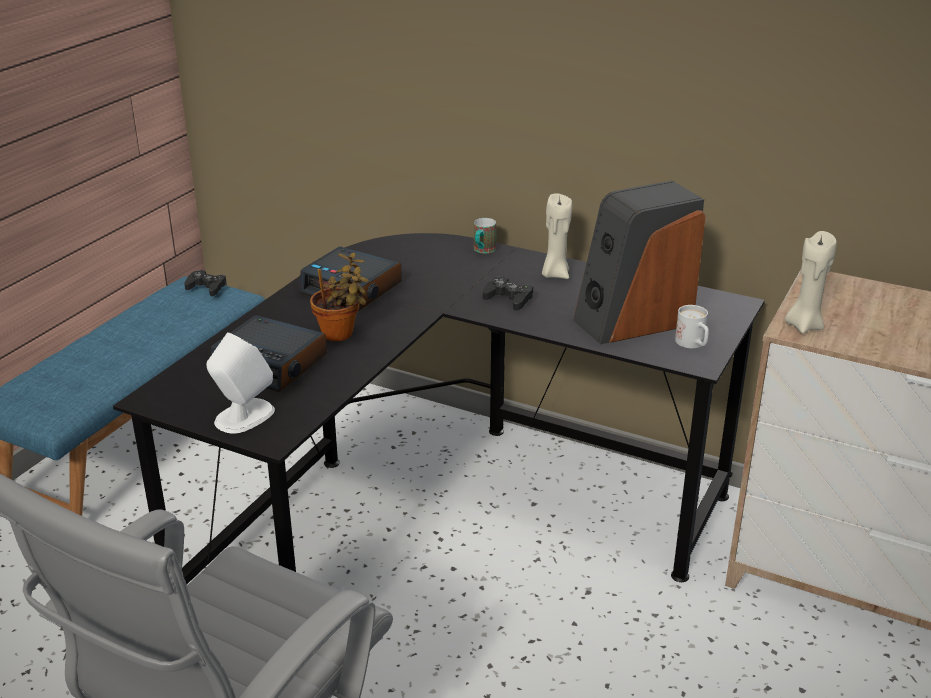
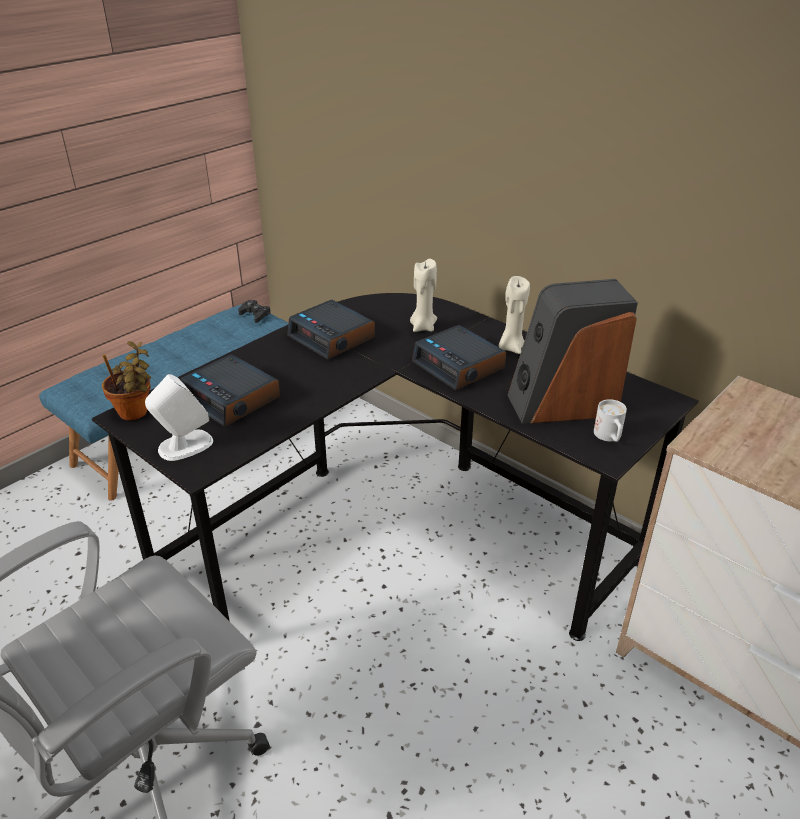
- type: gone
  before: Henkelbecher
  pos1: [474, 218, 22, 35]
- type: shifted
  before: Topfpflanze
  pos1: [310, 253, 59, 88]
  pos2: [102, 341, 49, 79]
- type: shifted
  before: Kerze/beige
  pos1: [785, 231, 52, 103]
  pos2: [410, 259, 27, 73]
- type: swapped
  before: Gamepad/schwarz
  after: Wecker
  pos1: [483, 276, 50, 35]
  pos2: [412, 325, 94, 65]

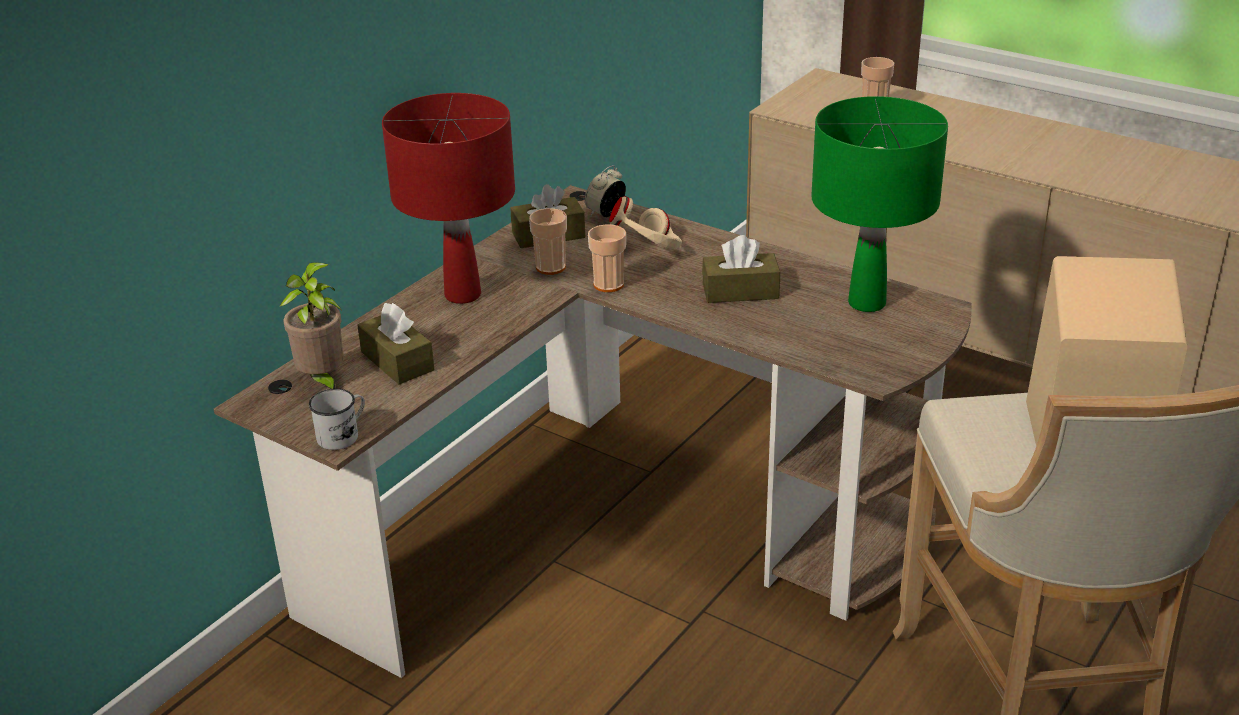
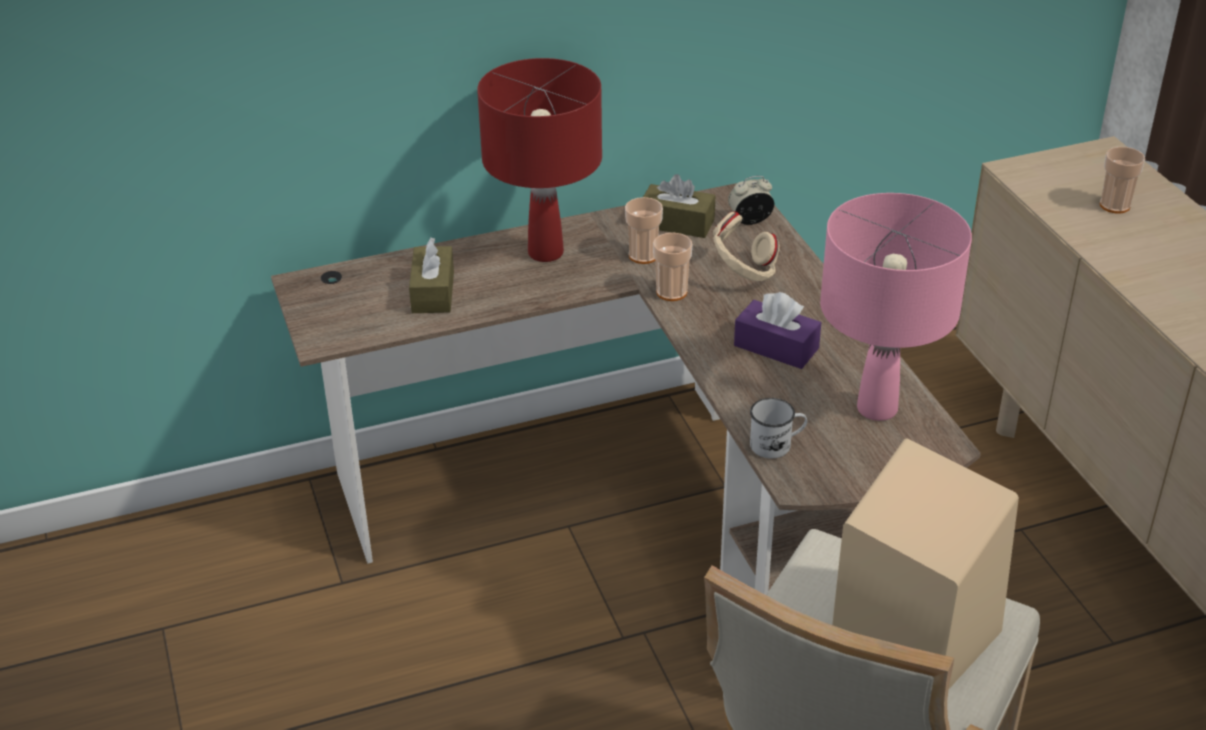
- type: gone
  before: Topfpflanze
  pos1: [280, 262, 64, 127]
- type: shifted
  before: Henkelbecher/weiß
  pos1: [309, 389, 56, 61]
  pos2: [750, 398, 57, 60]
- type: repainted
  before: Taschentuchbox/braun
  after: Taschentuchbox/lila
  pos1: [702, 235, 78, 68]
  pos2: [734, 292, 87, 77]
- type: repainted
  before: Tischlampe/grün
  after: Tischlampe/rosa
  pos1: [811, 96, 137, 216]
  pos2: [820, 193, 152, 228]

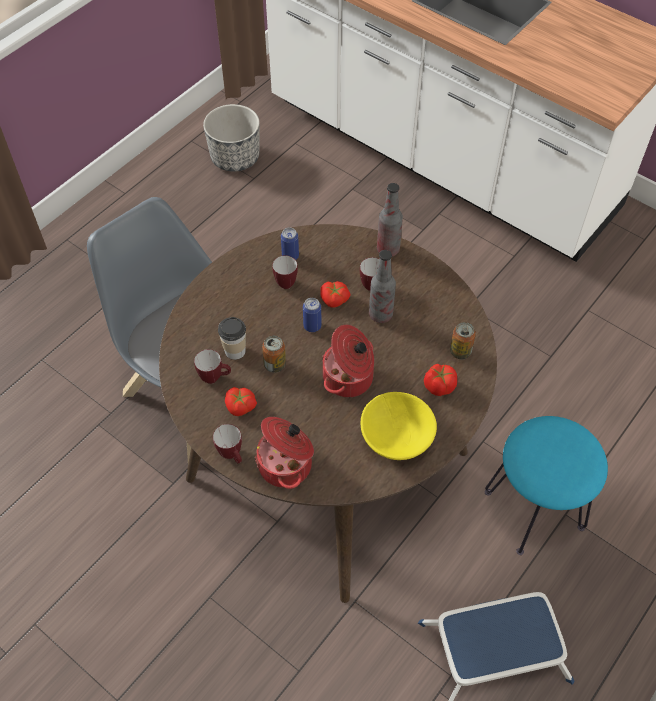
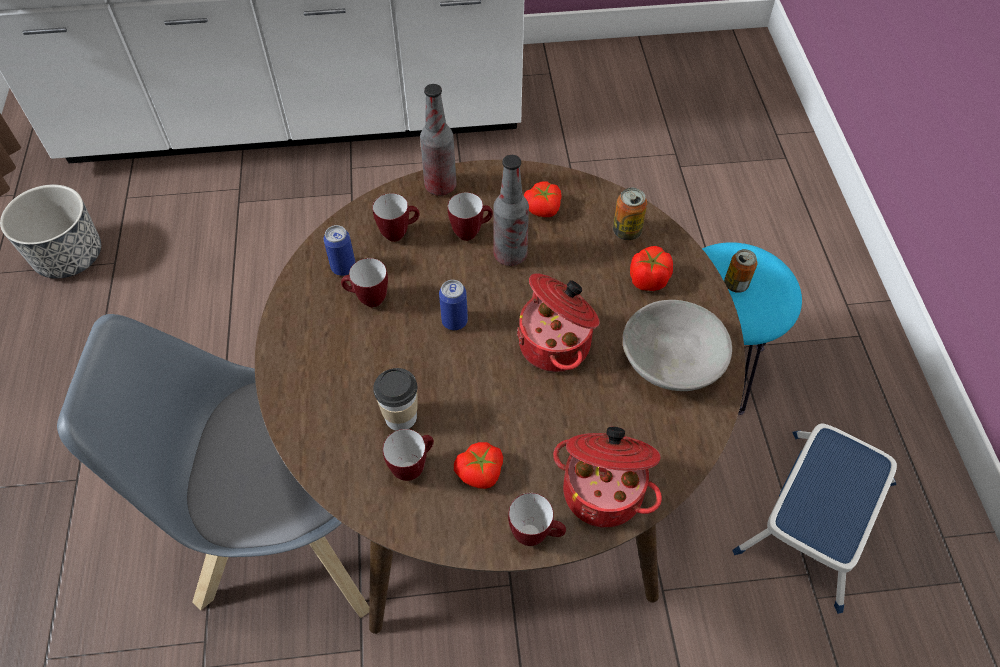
- type: new
  after: Henkelbecher
  pos2: [373, 193, 47, 49]
- type: shifted
  before: Dose
  pos1: [262, 336, 24, 37]
  pos2: [724, 249, 33, 44]
- type: shifted
  before: Tomate
  pos1: [320, 281, 31, 27]
  pos2: [524, 181, 37, 36]
- type: repainted
  before: Schüssel/gelb
  after: Schüssel/grau
  pos1: [361, 392, 76, 68]
  pos2: [623, 300, 109, 91]

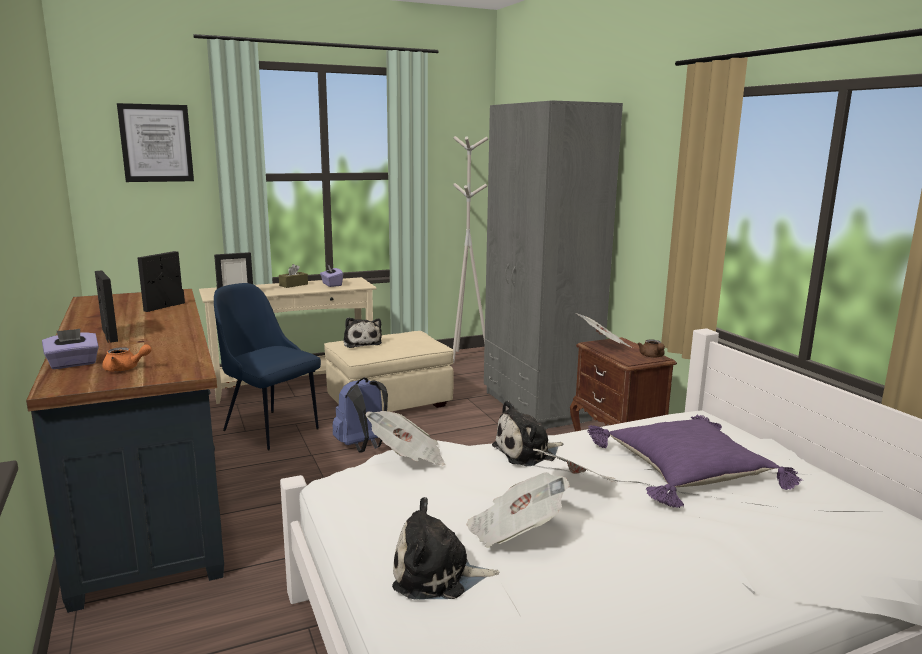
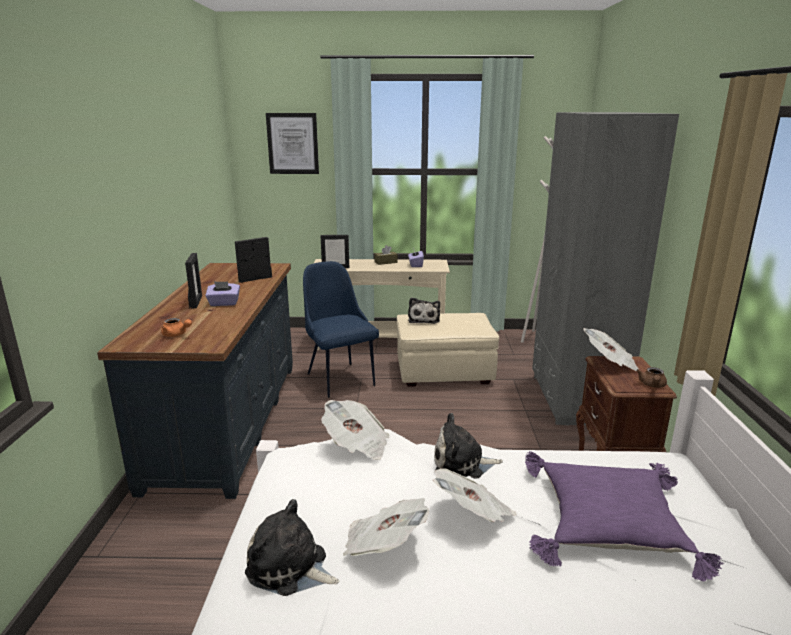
- type: gone
  before: Rucksack/blau
  pos1: [333, 378, 55, 75]
- type: shifted
  before: Taschentuchbox/lila
  pos1: [42, 329, 57, 40]
  pos2: [205, 281, 35, 25]

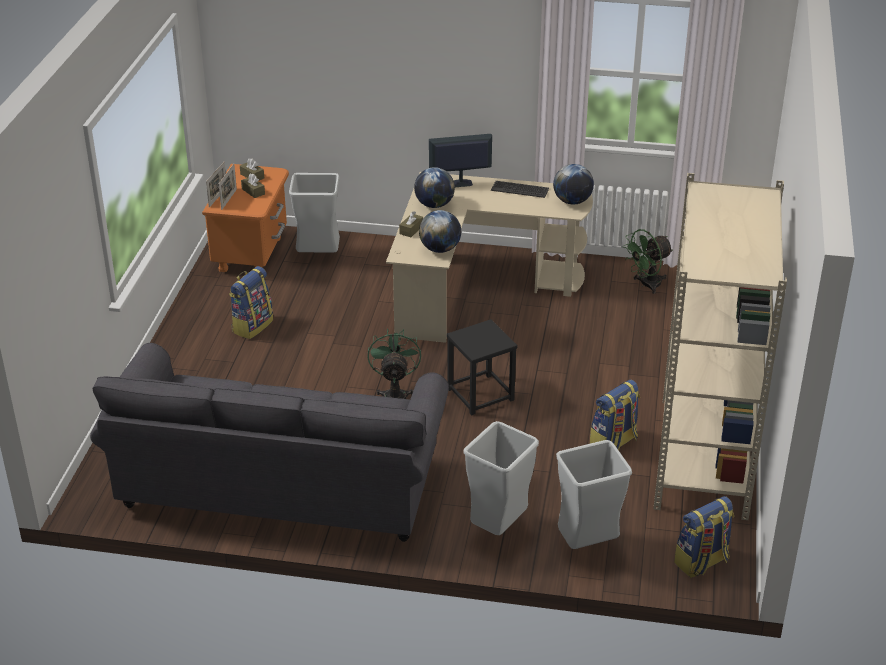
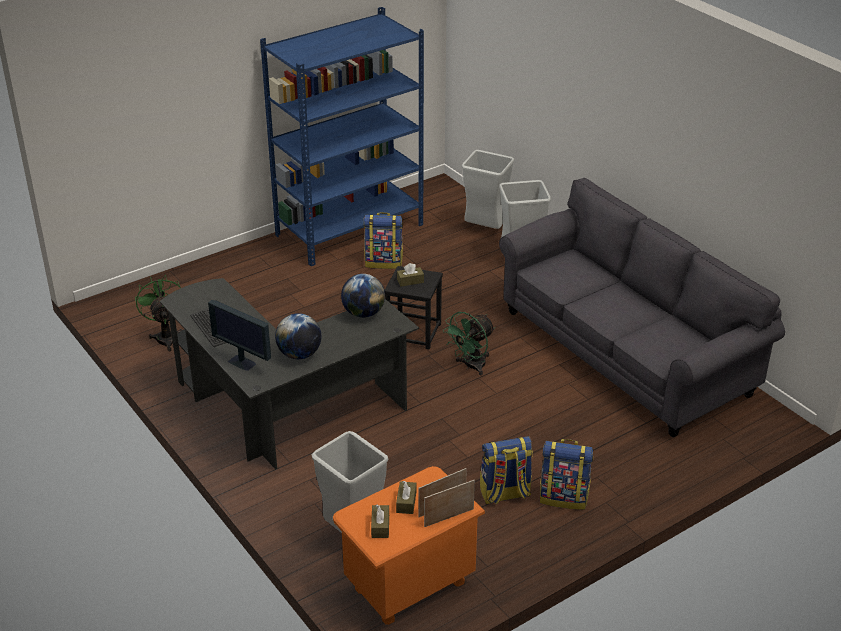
- type: gone
  before: Globus
  pos1: [553, 164, 41, 41]
- type: shifted
  before: Taschentuchbox/braun
  pos1: [399, 211, 24, 26]
  pos2: [397, 263, 27, 23]
- type: shifted
  before: Rucksack
  pos1: [674, 496, 60, 82]
  pos2: [540, 439, 53, 71]
- type: repainted
  before: Schreibtisch/beige
  after: Schreibtisch/schwarz
  pos1: [386, 172, 207, 171]
  pos2: [160, 278, 259, 192]
- type: repainted
  before: Bücherregal/beige
  after: Bücherregal/blau
  pos1: [654, 173, 133, 347]
  pos2: [260, 7, 164, 259]
- type: rotated
  before: Ventilator/grün
  pos1: [623, 229, 50, 65]
  pos2: [135, 275, 47, 76]
  turn: -120

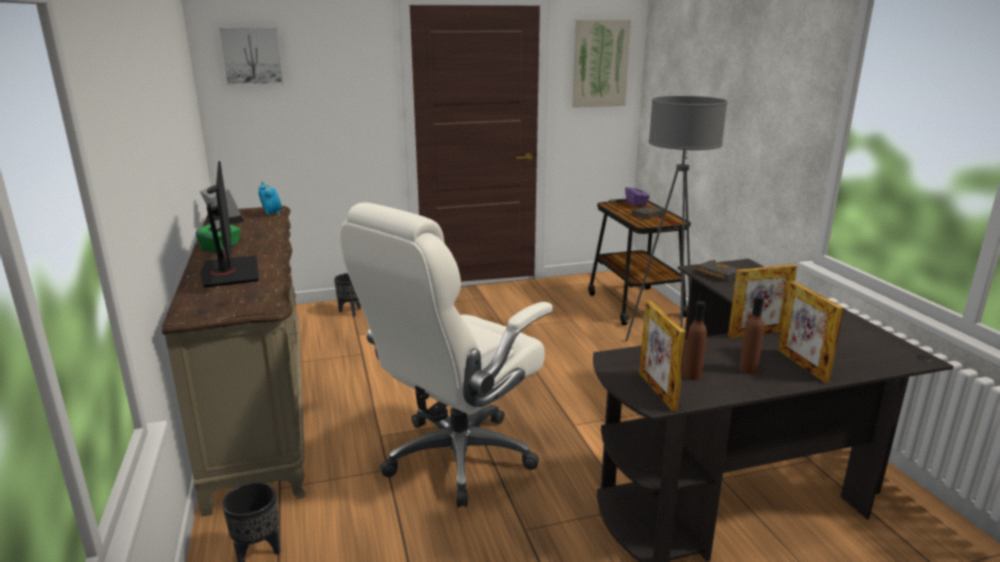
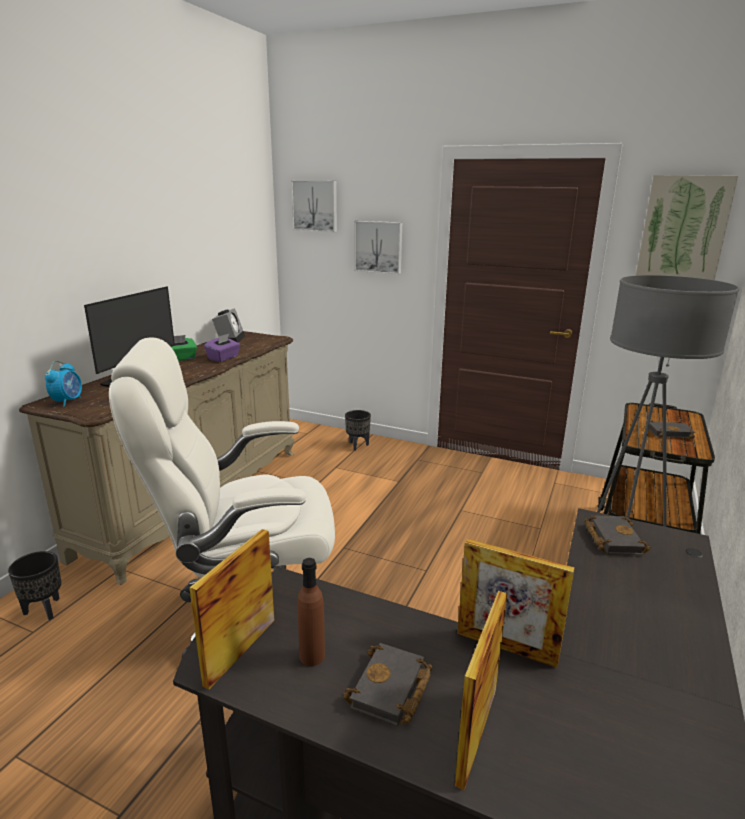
- type: new
  after: Bild
  pos2: [354, 221, 48, 53]
- type: shifted
  before: Wecker
  pos1: [258, 181, 24, 35]
  pos2: [45, 361, 37, 46]
- type: shifted
  before: Taschentuchbox/lila
  pos1: [625, 183, 25, 23]
  pos2: [204, 334, 36, 28]
- type: swapped
  before: Flasche/braun
  after: Buch/schwarz
  pos1: [739, 296, 25, 78]
  pos2: [343, 643, 89, 83]

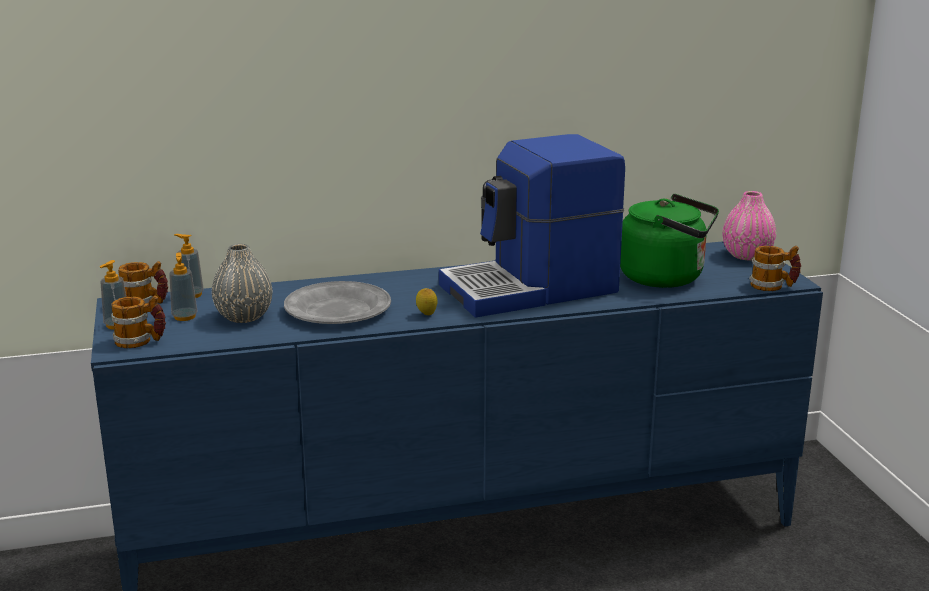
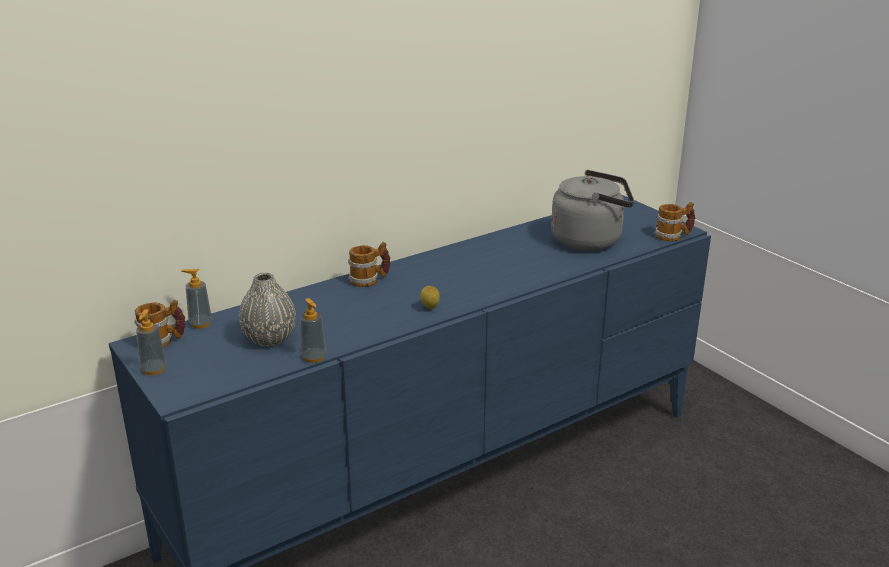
- type: gone
  before: Teller/grau
  pos1: [284, 281, 107, 43]
- type: gone
  before: Kaffeemaschine
  pos1: [439, 134, 186, 184]
- type: gone
  before: Vase/rosa
  pos1: [722, 191, 54, 69]
- type: shifted
  before: Henkelbecher
  pos1: [111, 295, 55, 53]
  pos2: [348, 242, 43, 45]
- type: shifted
  before: Seifenspender
  pos1: [169, 252, 28, 69]
  pos2: [300, 298, 26, 65]
- type: repainted
  before: Wasserkessel/grün
  after: Wasserkessel/grau
  pos1: [620, 194, 99, 94]
  pos2: [551, 170, 83, 81]

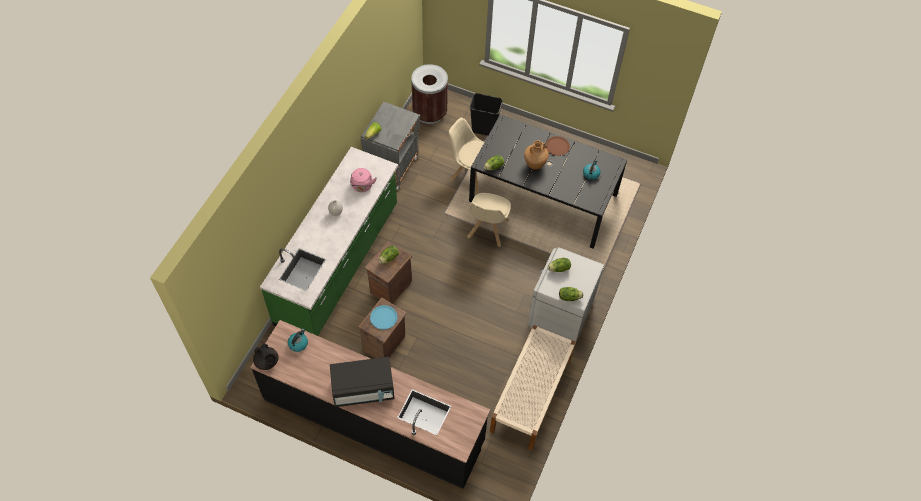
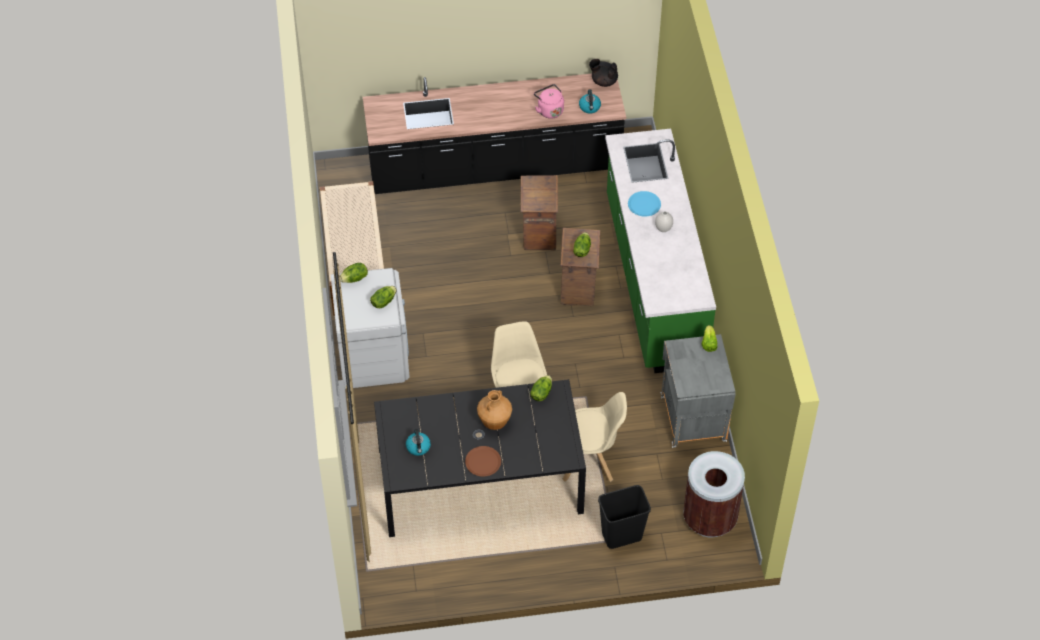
- type: gone
  before: Mikrowelle/schwarz
  pos1: [330, 357, 64, 50]
- type: shifted
  before: Wasserkessel/rosa
  pos1: [350, 168, 27, 24]
  pos2: [534, 84, 30, 35]
- type: shifted
  before: Teller/blau
  pos1: [370, 305, 27, 24]
  pos2: [628, 191, 33, 26]

